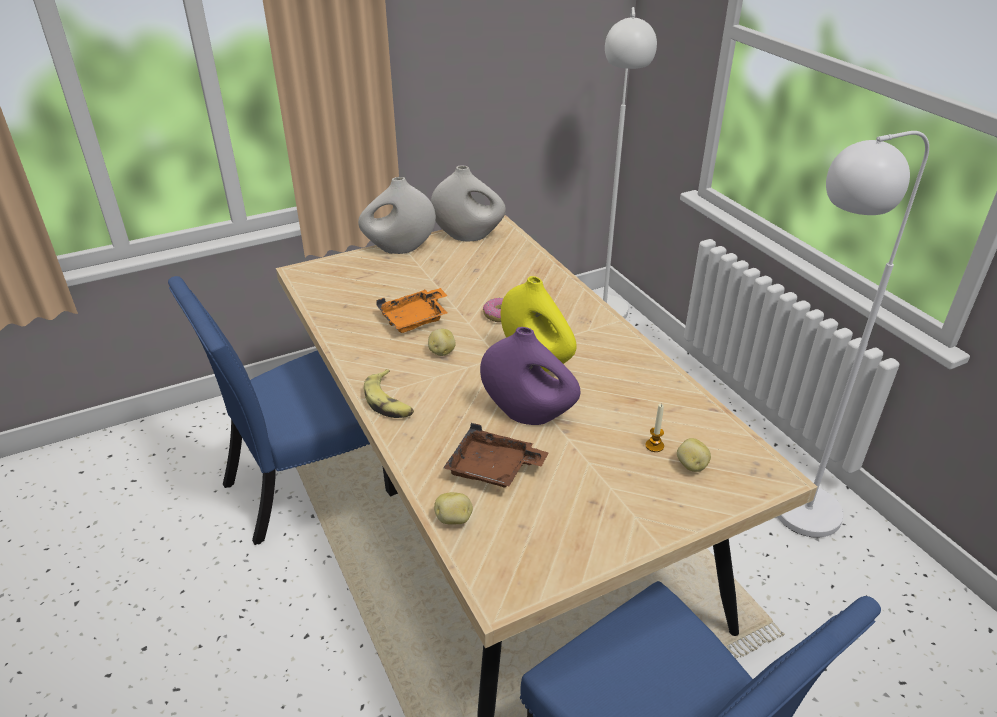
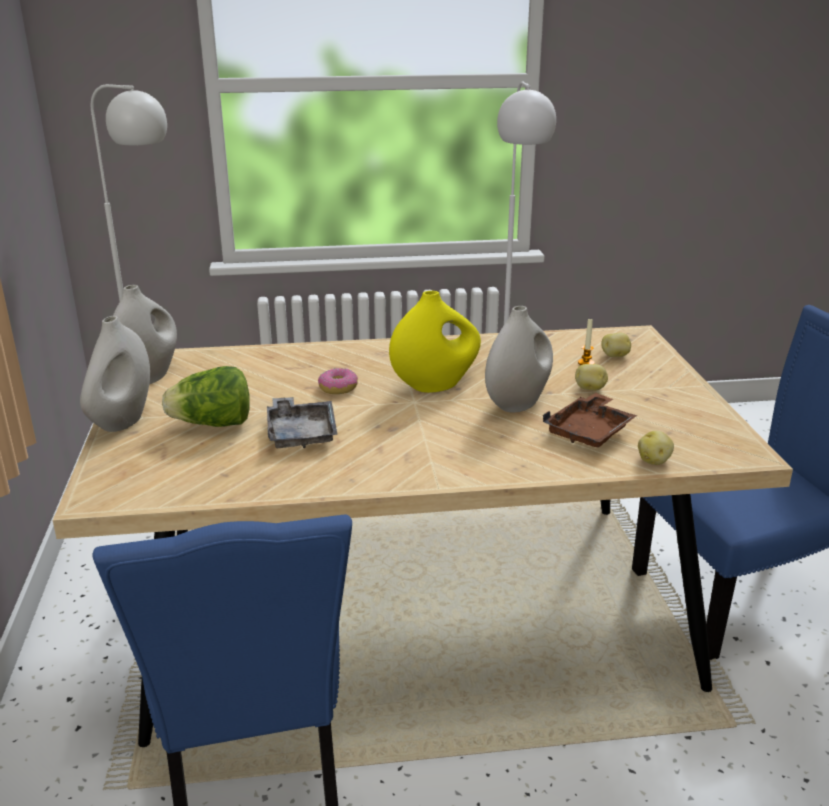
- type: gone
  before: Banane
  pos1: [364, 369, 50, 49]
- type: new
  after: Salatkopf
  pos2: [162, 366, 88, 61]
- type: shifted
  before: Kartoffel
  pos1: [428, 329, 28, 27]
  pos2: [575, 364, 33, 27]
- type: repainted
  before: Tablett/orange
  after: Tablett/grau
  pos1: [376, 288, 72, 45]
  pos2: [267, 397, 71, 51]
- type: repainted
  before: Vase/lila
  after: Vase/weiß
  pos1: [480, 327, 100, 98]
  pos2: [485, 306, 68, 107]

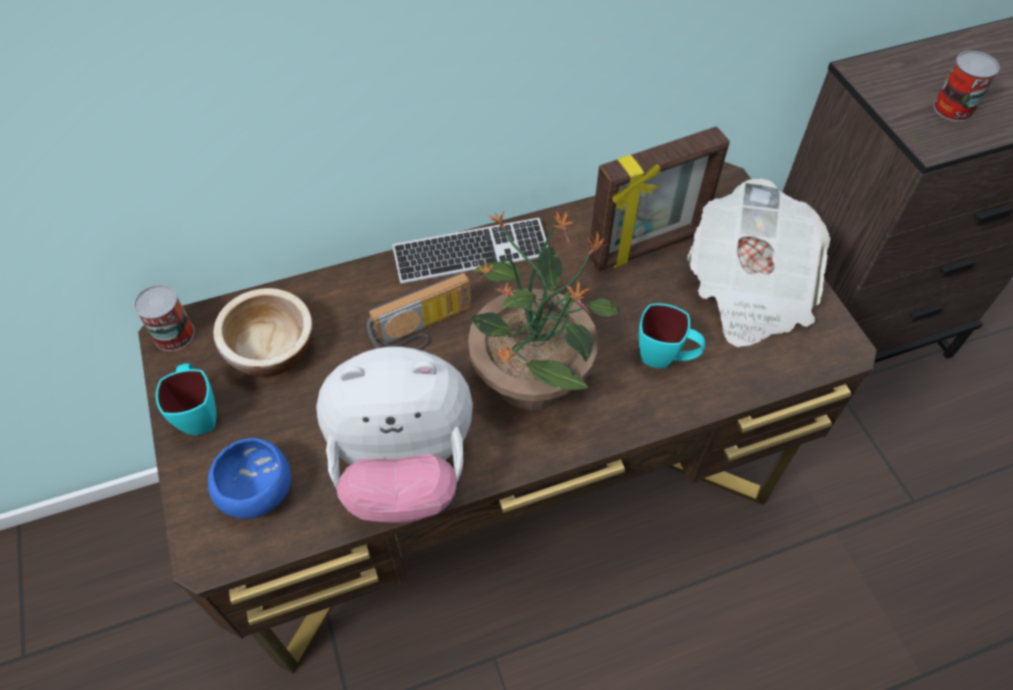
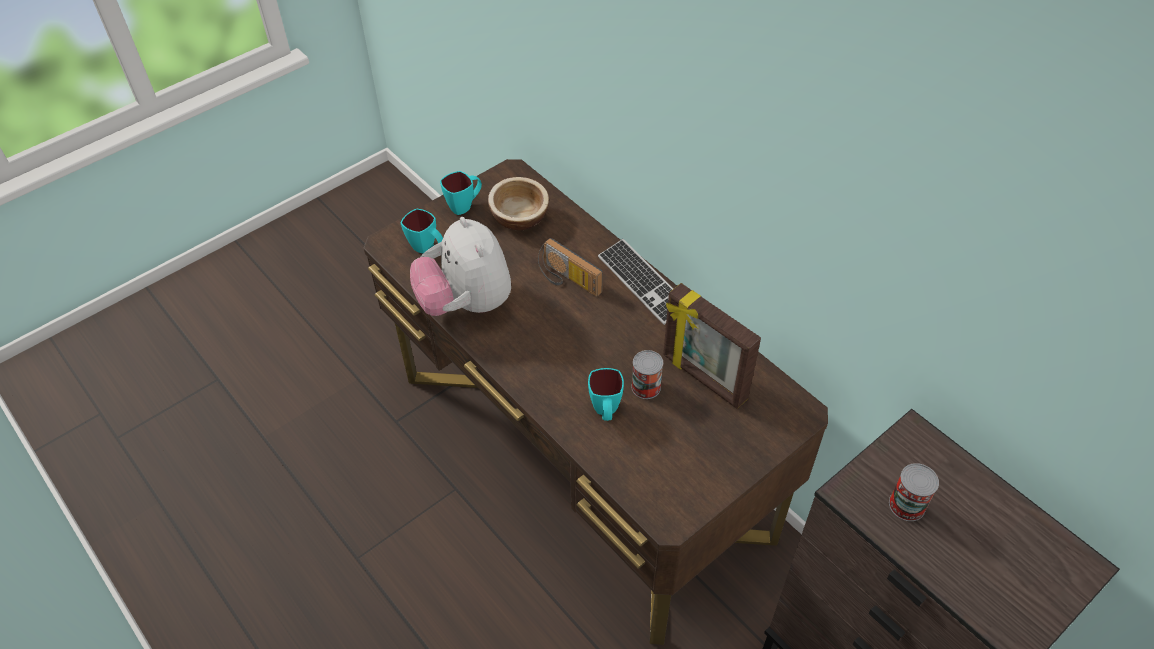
- type: gone
  before: Topfpflanze
  pos1: [468, 209, 152, 201]
- type: gone
  before: Zeitung
  pos1: [687, 178, 144, 169]
- type: shifted
  before: Dose
  pos1: [134, 285, 61, 66]
  pos2: [631, 350, 32, 49]
- type: swapped
  before: Schüssel/blau
  after: Henkelbecher/türkis
  pos1: [208, 438, 83, 81]
  pos2: [401, 209, 42, 44]

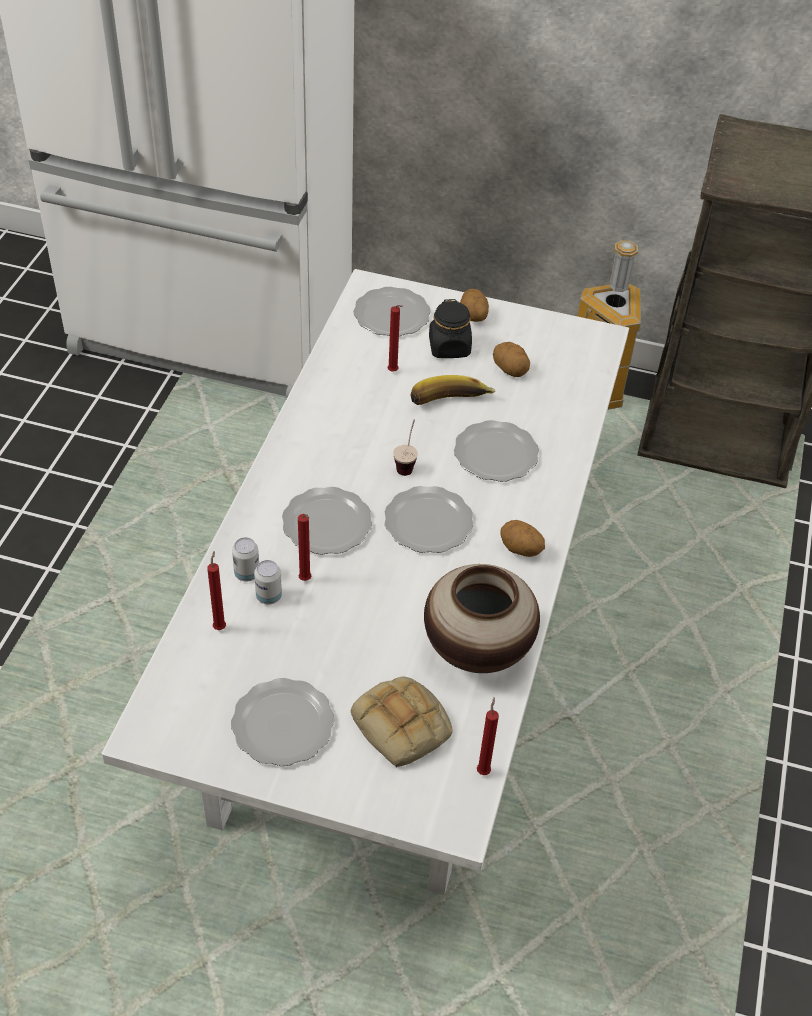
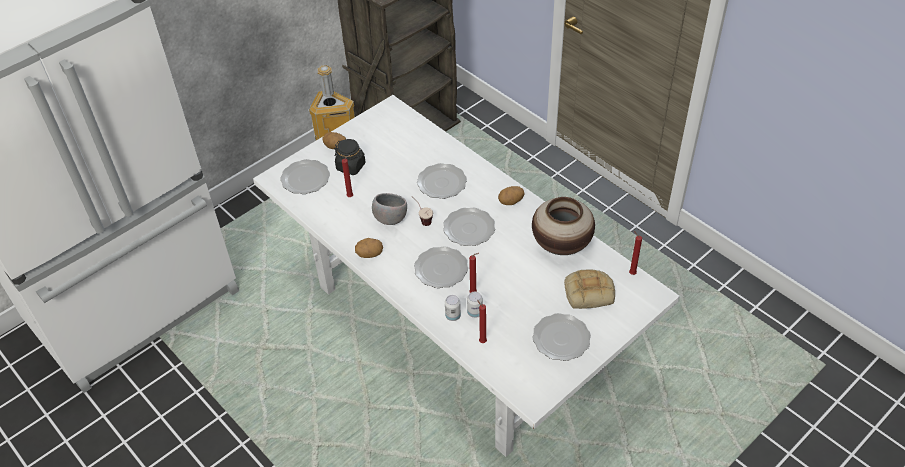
- type: gone
  before: Banane
  pos1: [411, 375, 85, 30]
- type: new
  after: Schüssel/grau
  pos2: [372, 193, 35, 32]
- type: shifted
  before: Kartoffel
  pos1: [493, 342, 37, 35]
  pos2: [355, 238, 28, 20]

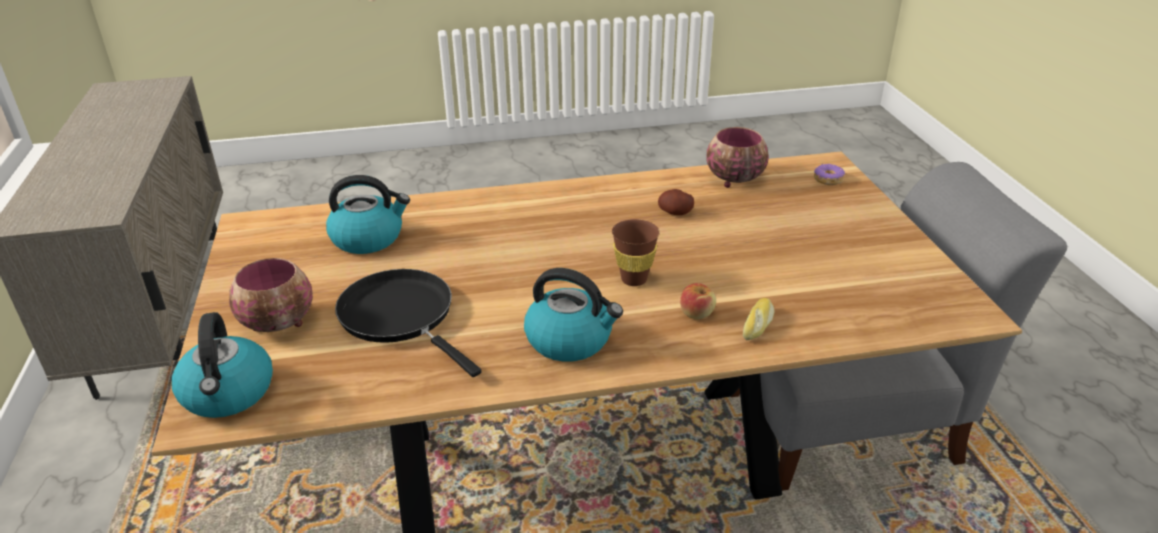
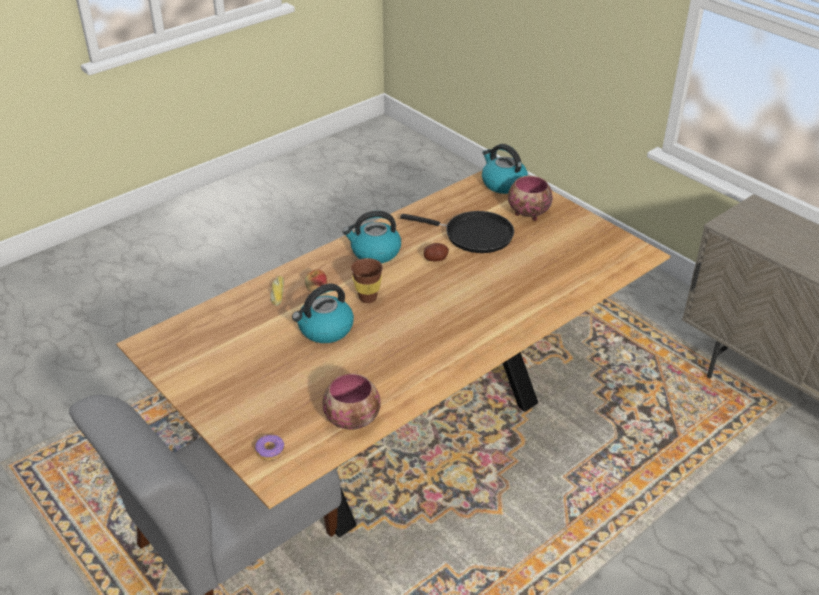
- type: shifted
  before: Wasserkessel
  pos1: [326, 175, 84, 79]
  pos2: [292, 284, 62, 59]
- type: shifted
  before: Kartoffel
  pos1: [658, 189, 36, 26]
  pos2: [424, 243, 25, 18]

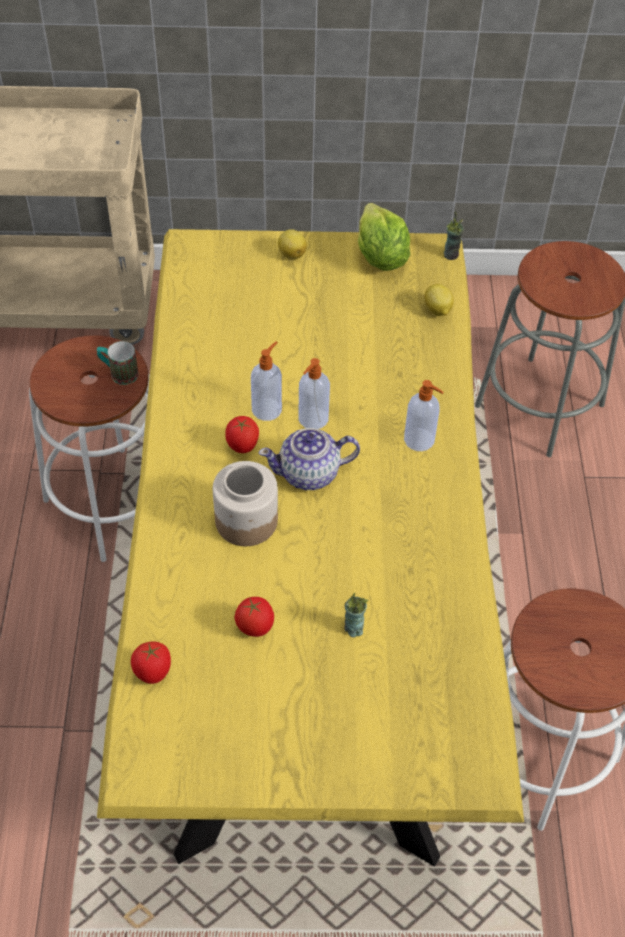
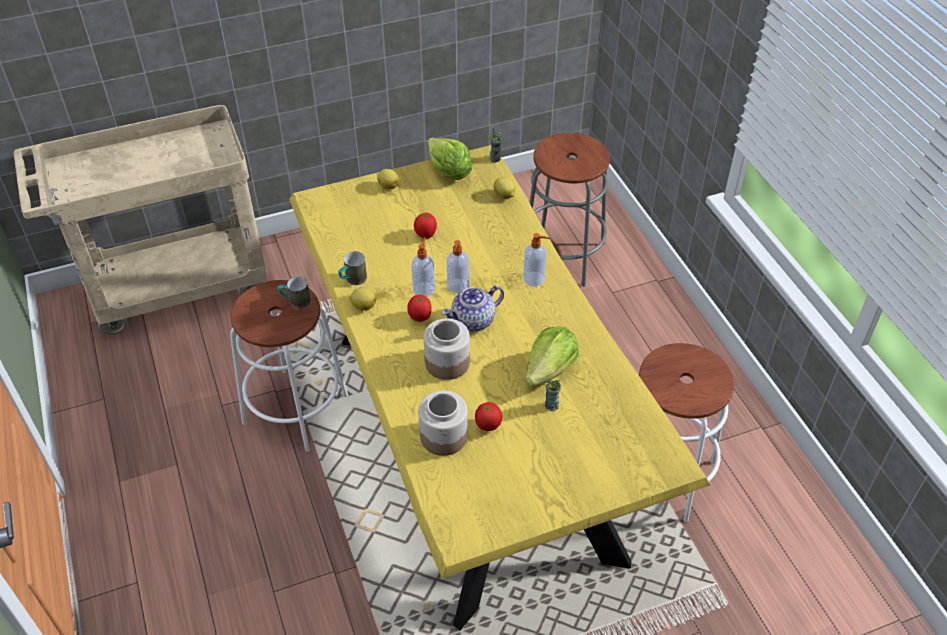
- type: new
  after: Henkelbecher
  pos2: [339, 251, 28, 34]
- type: new
  after: Zitrone
  pos2: [349, 288, 27, 23]
- type: new
  after: Vorratsglas
  pos2: [418, 391, 50, 65]
- type: new
  after: Salatkopf
  pos2: [526, 326, 53, 60]
- type: shifted
  before: Tomate
  pos1: [131, 642, 40, 42]
  pos2: [414, 213, 23, 26]

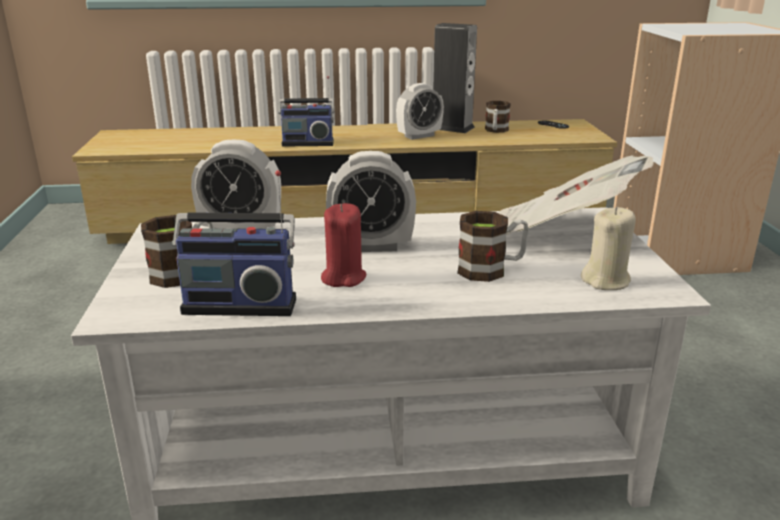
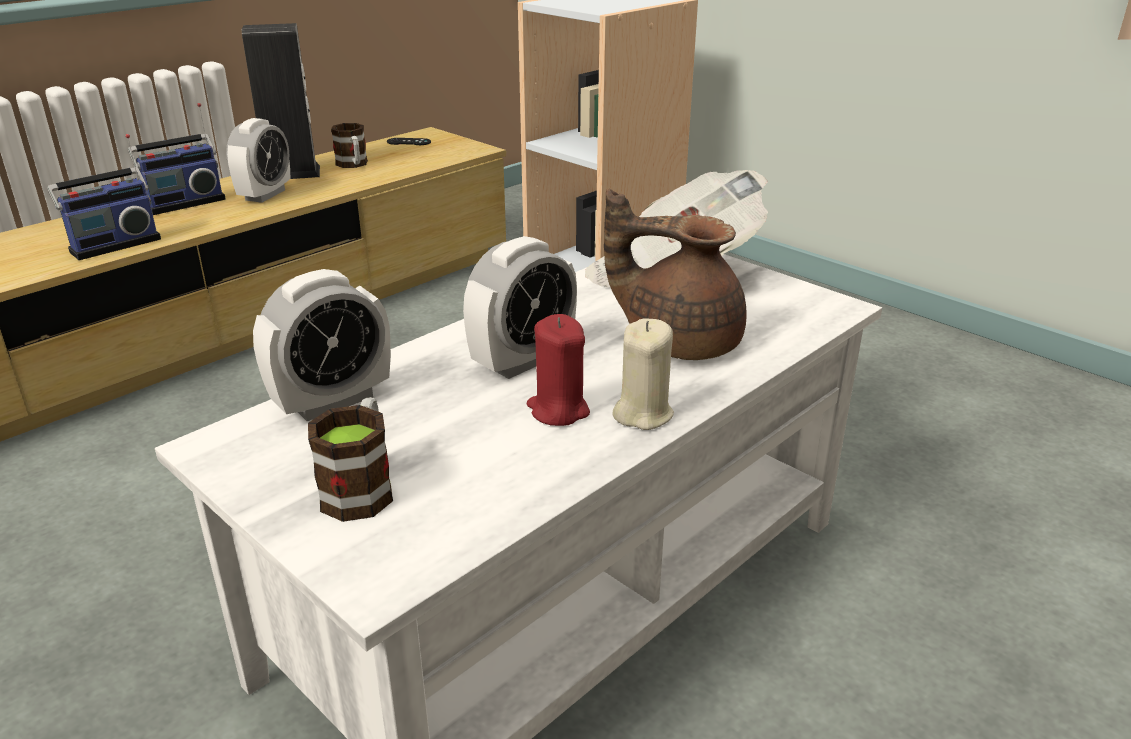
- type: shifted
  before: Radio
  pos1: [172, 170, 124, 146]
  pos2: [128, 103, 97, 112]
- type: shifted
  before: Kerze/beige
  pos1: [581, 207, 55, 83]
  pos2: [612, 318, 62, 112]
- type: swapped
  before: Henkelbecher
  after: Teekanne/braun
  pos1: [457, 211, 72, 71]
  pos2: [604, 188, 143, 172]

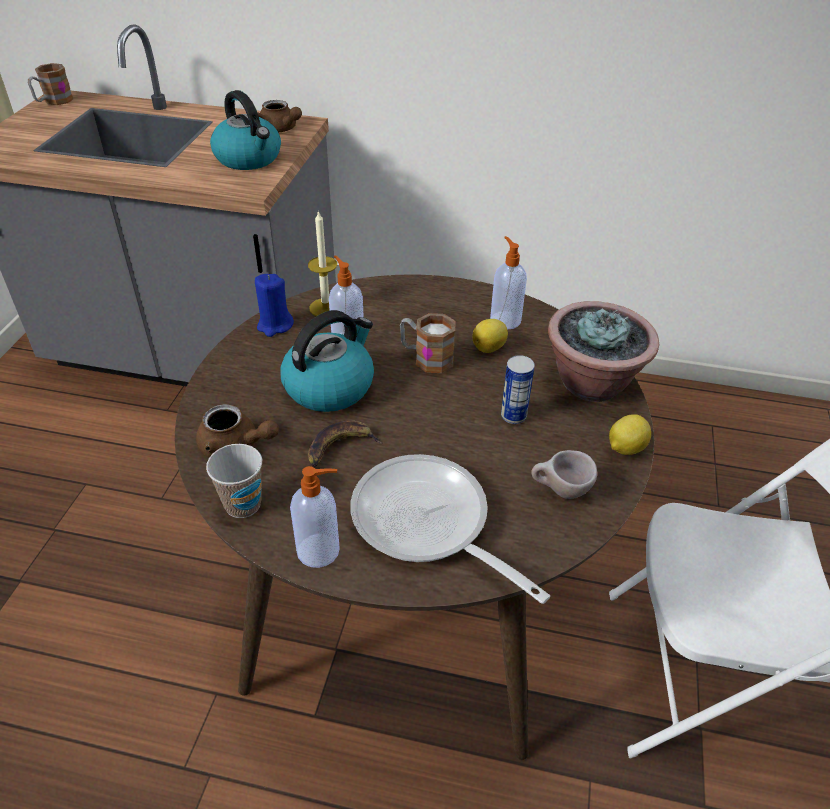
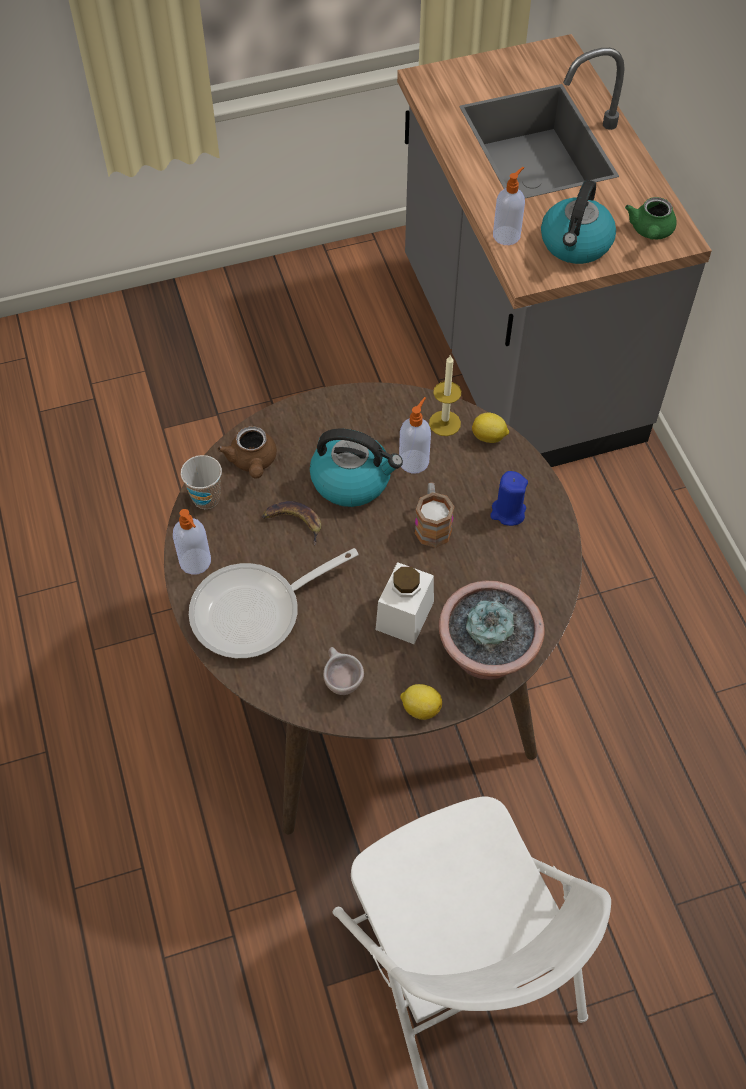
- type: gone
  before: Henkelbecher
  pos1: [28, 63, 45, 42]
- type: shifted
  before: Kerze/blau
  pos1: [255, 274, 39, 63]
  pos2: [490, 471, 38, 55]
- type: shifted
  before: Zitrone
  pos1: [473, 319, 35, 34]
  pos2: [472, 413, 37, 30]
- type: shifted
  before: Seifenspender
  pos1: [490, 236, 37, 93]
  pos2: [493, 167, 32, 78]
- type: swapped
  before: Dose
  after: Vorratsglas/weiß
  pos1: [501, 355, 34, 69]
  pos2: [376, 562, 58, 82]
- type: repainted
  before: Teekanne/braun
  after: Teekanne/grün
  pos1: [257, 100, 45, 33]
  pos2: [625, 197, 52, 42]
- type: rotated
  before: Pfanne
  pos1: [350, 454, 200, 150]
  pos2: [189, 548, 170, 110]
  turn: -135

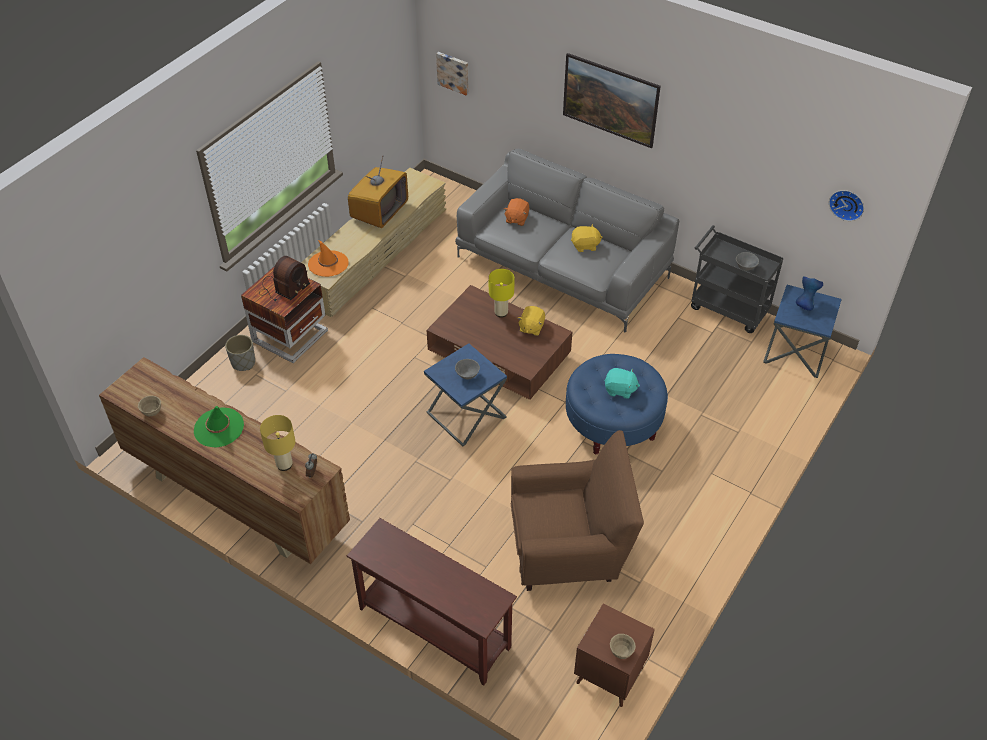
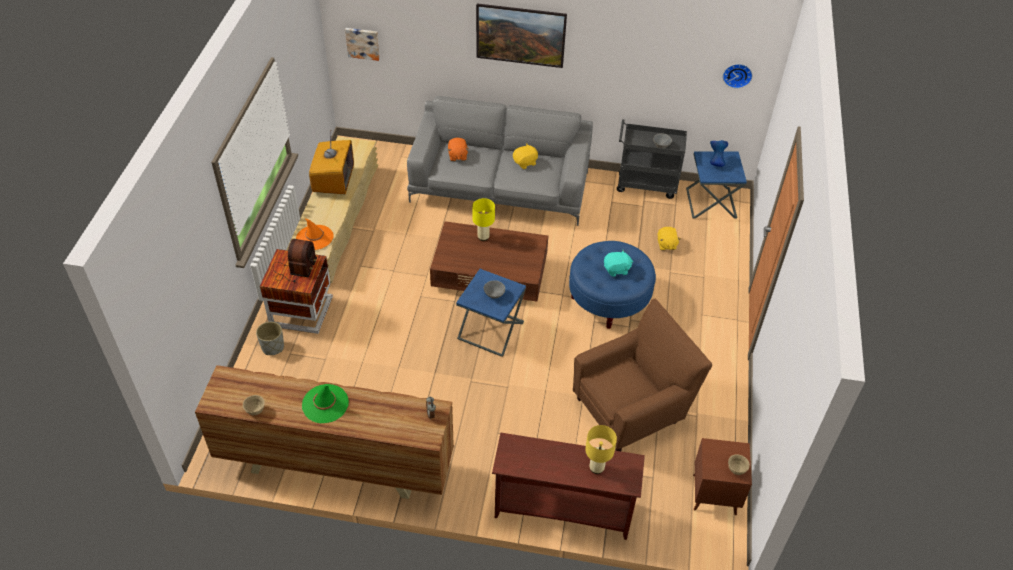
- type: shifted
  before: Tischlampe/gelb
  pos1: [260, 415, 35, 56]
  pos2: [585, 425, 32, 49]
- type: shifted
  before: Plüschtier/gelb
  pos1: [518, 306, 27, 30]
  pos2: [658, 227, 23, 23]

